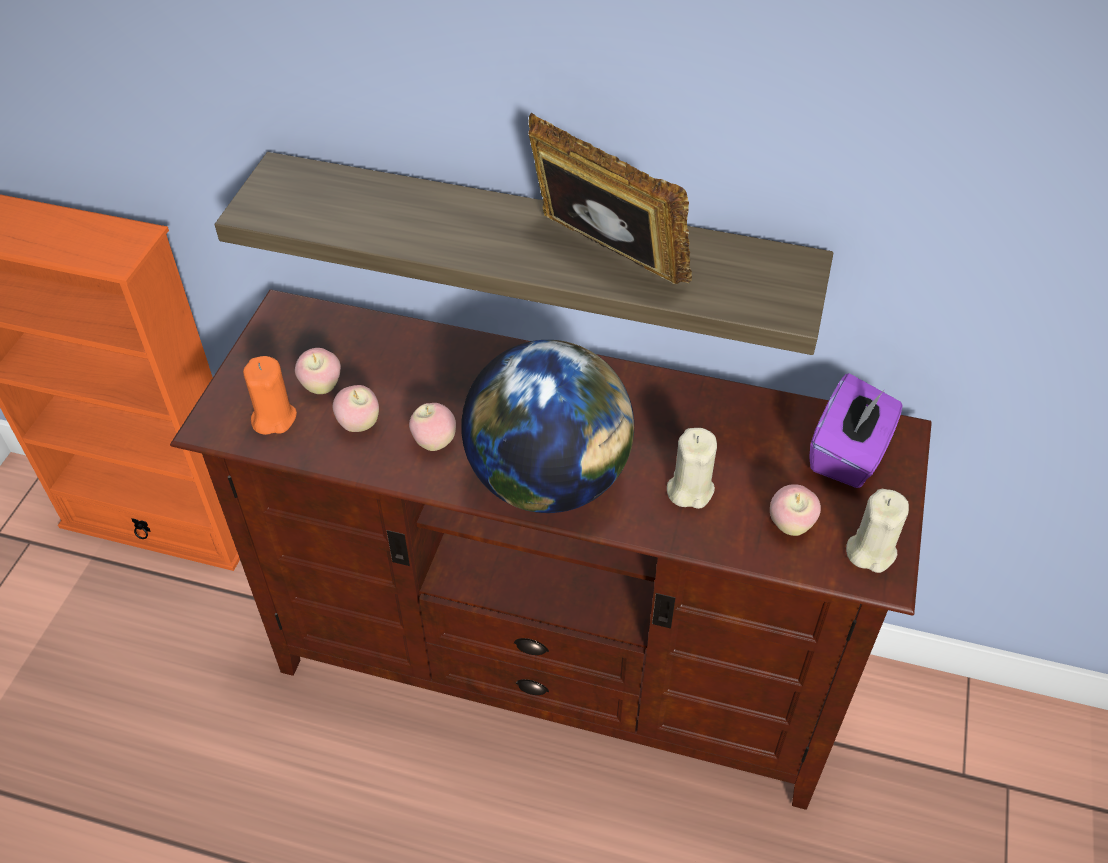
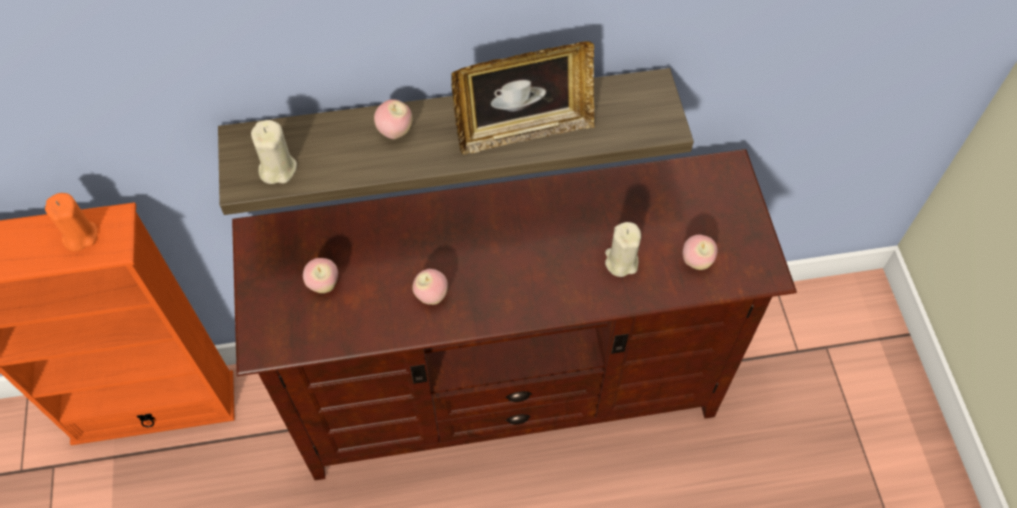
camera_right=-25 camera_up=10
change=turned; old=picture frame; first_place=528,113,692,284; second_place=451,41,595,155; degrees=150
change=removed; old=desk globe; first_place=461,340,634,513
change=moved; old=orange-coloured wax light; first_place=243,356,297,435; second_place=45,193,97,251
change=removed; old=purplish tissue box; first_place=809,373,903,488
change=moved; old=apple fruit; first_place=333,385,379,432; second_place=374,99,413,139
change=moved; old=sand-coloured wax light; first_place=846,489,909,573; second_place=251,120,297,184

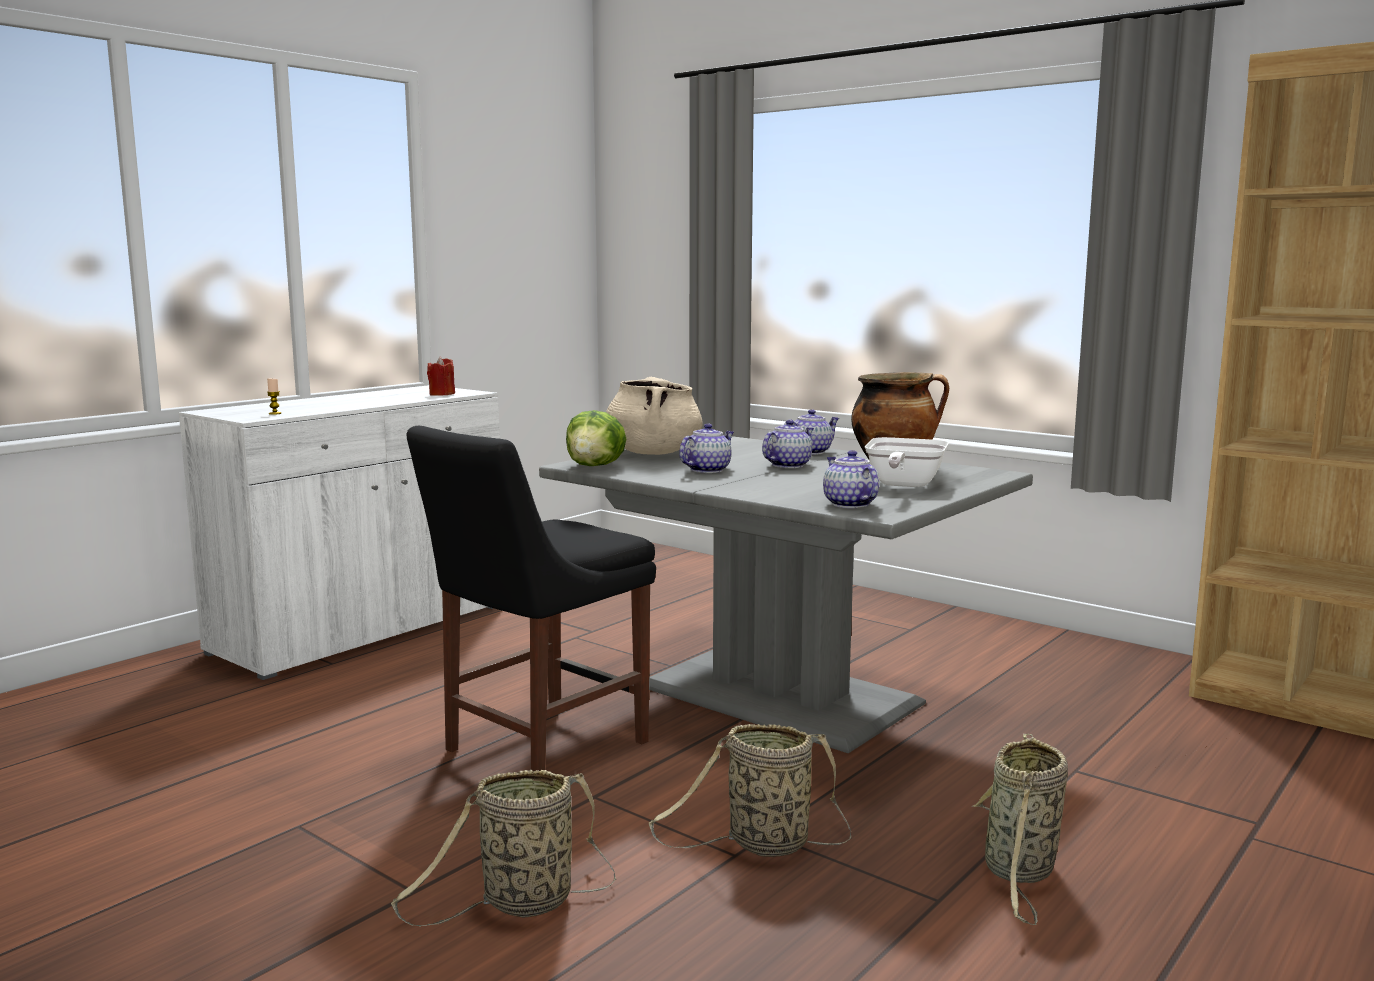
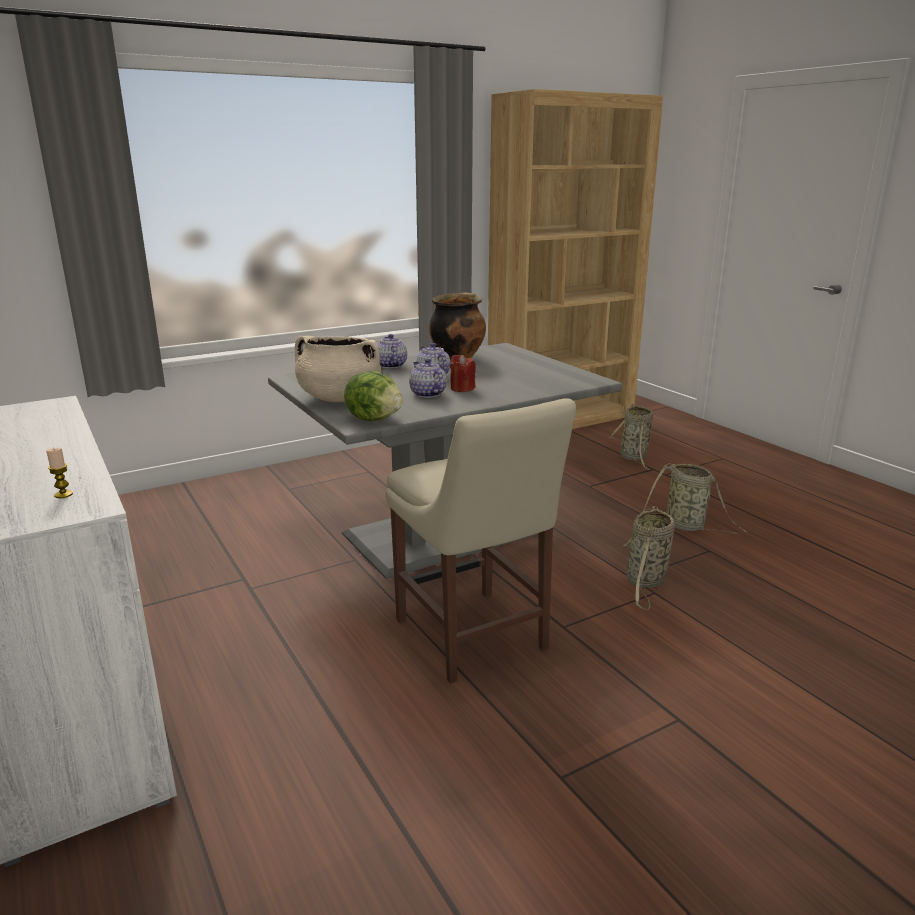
camera_right=-70 camera_up=10
change=moved; old=red-coloured wax light; first_place=427,357,455,396; second_place=450,354,476,392
change=recoloured; old=black-coloured chair; new=sand-coloured chair; first_place=407,426,656,771; second_place=385,398,576,684
change=removed; old=frying pan; first_place=865,437,949,487
change=removed; old=tea pot; first_place=823,450,879,508
change=moved; old=basket; first_place=391,770,616,927; second_place=609,404,653,470

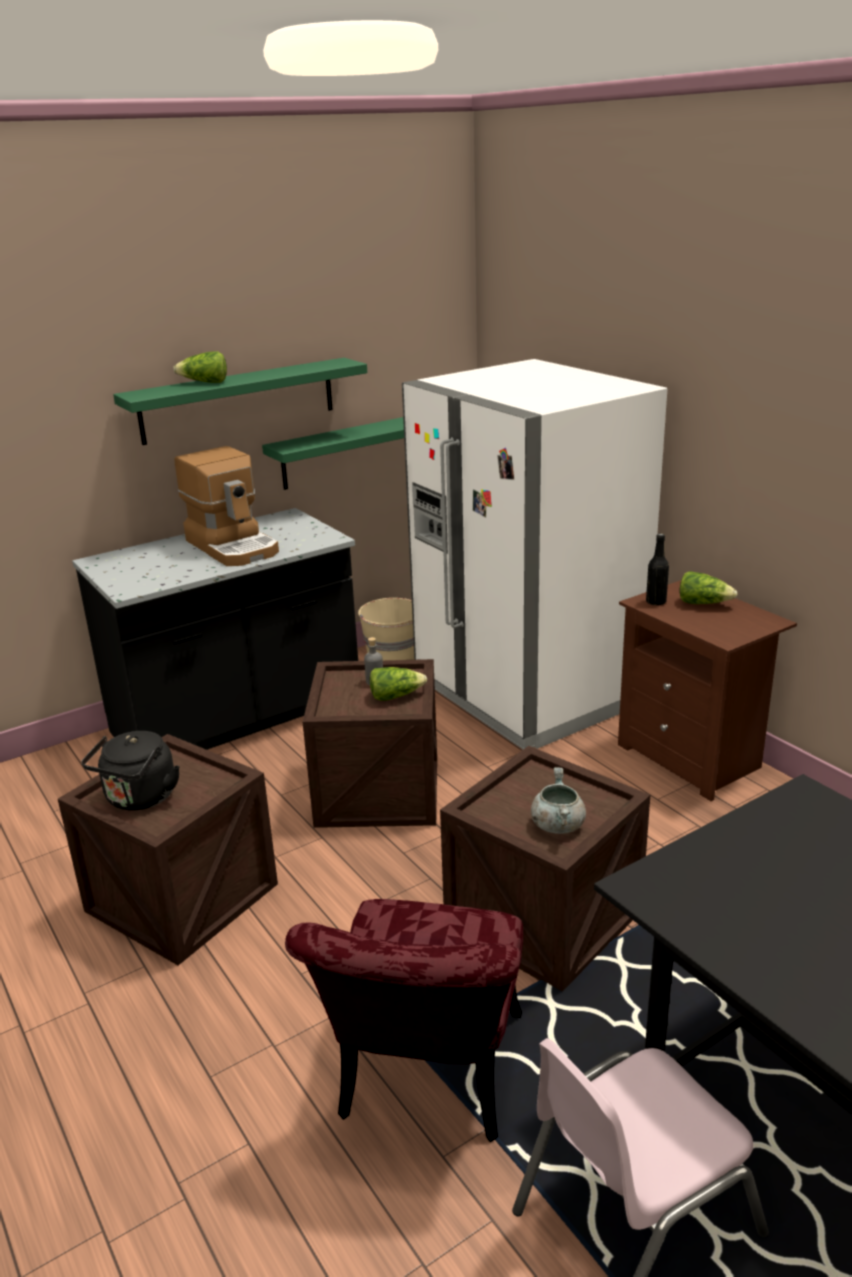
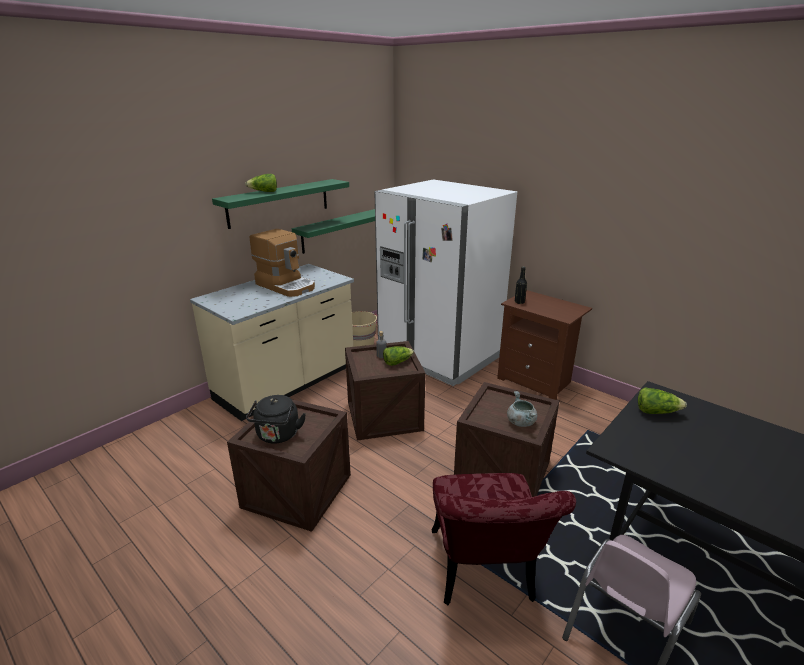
camera_right=-15 camera_up=0
change=recoloured; old=black-coloured kitchen counter; new=sand-coloured kitchen counter; first_place=72,508,358,750; second_place=190,264,354,421
change=moved; old=lettuce head; first_place=680,571,738,604; second_place=638,387,687,414

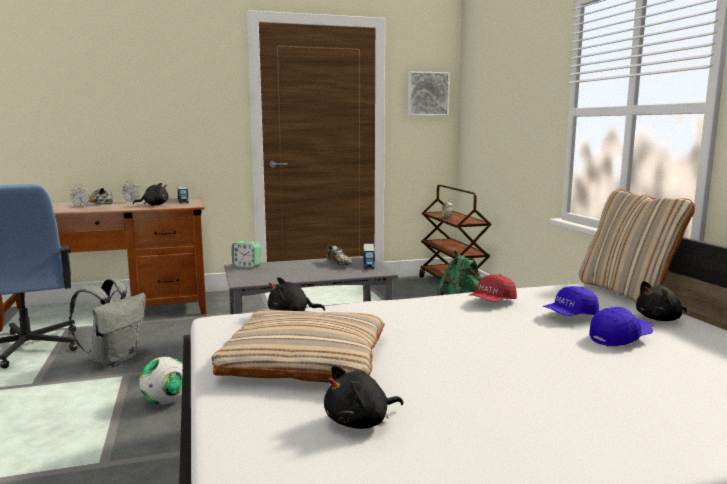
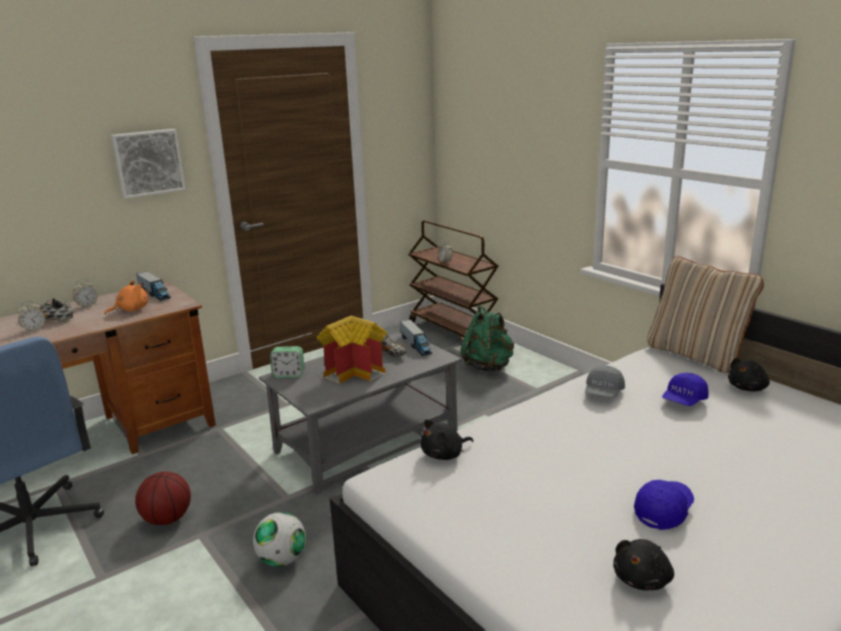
camera_right=-20 camera_up=10
change=moved; old=wall picture; first_place=408,71,450,116; second_place=111,129,186,199
change=recoloured; old=black-coloured soft toy; new=orange-coloured soft toy; first_place=133,183,168,205; second_place=105,280,148,315
change=recoloured; old=red-coloured peaked cap; new=grey peaked cap; first_place=469,274,517,302; second_place=585,366,625,398
change=replaced; old=grey rucksack; new=basketball; first_place=69,278,146,368; second_place=135,472,191,525
change=moved; old=blue peaked cap; first_place=589,307,653,346; second_place=634,480,694,530
change=removed; old=sand-coloured throw pillow; first_place=211,309,385,383
change=added; new=model house; second_place=317,316,387,384

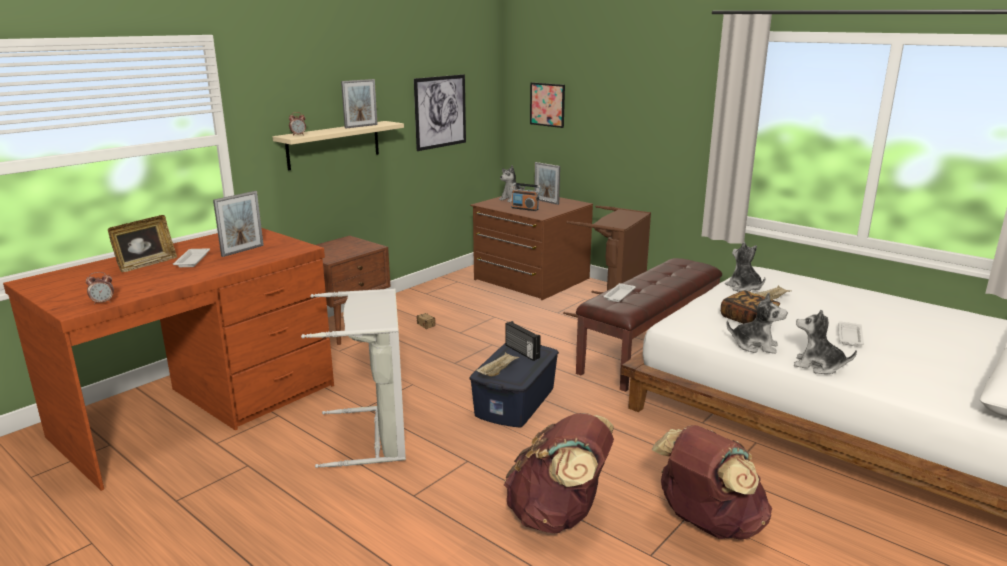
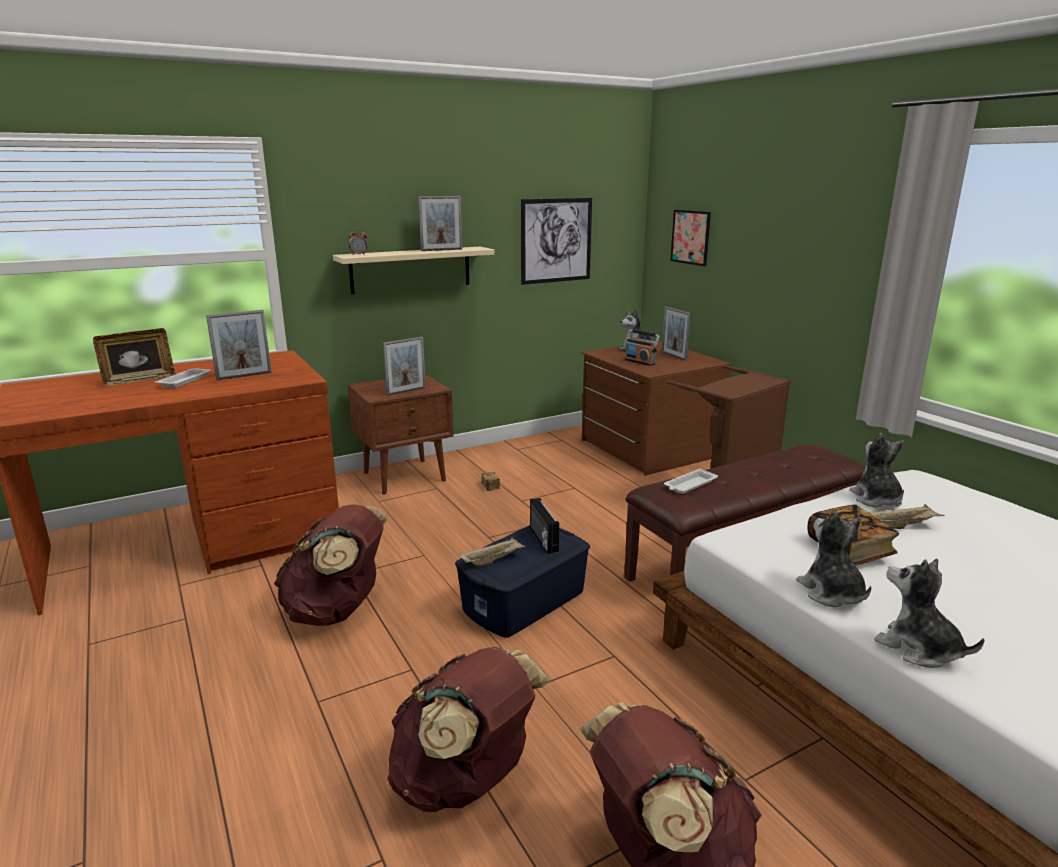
camera_right=20 camera_up=0
change=removed; old=table clock; first_place=86,272,114,305
change=replaced; old=grey laundry basket; new=brown rucksack; first_place=301,289,406,468; second_place=274,504,388,626
change=turned; old=soft toy; first_place=726,292,788,354; second_place=797,511,871,607; degrees=-150
change=removed; old=white-coloured serving tray; first_place=838,321,864,347
change=added; new=picture frame; second_place=383,336,426,396

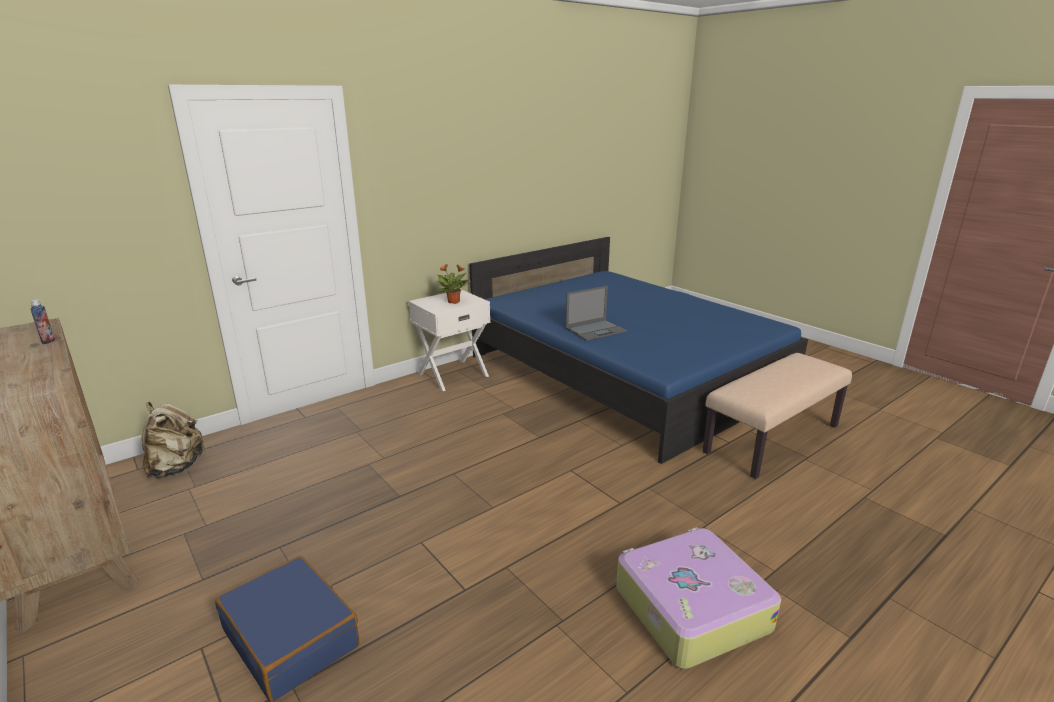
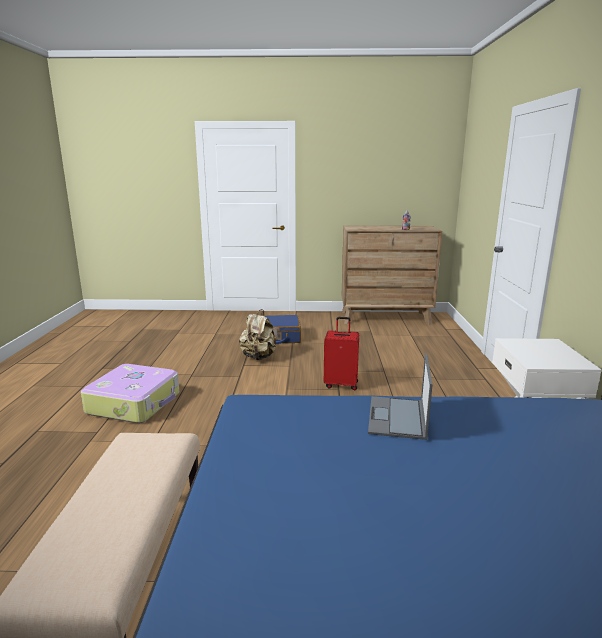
camera_right=130 camera_up=-5
change=removed; old=plant in a pot; first_place=437,264,469,304
change=moved; old=sand-coloured rucksack; first_place=141,402,205,478; second_place=239,309,276,360
change=added; new=red-coloured piece of luggage; second_place=324,317,359,390

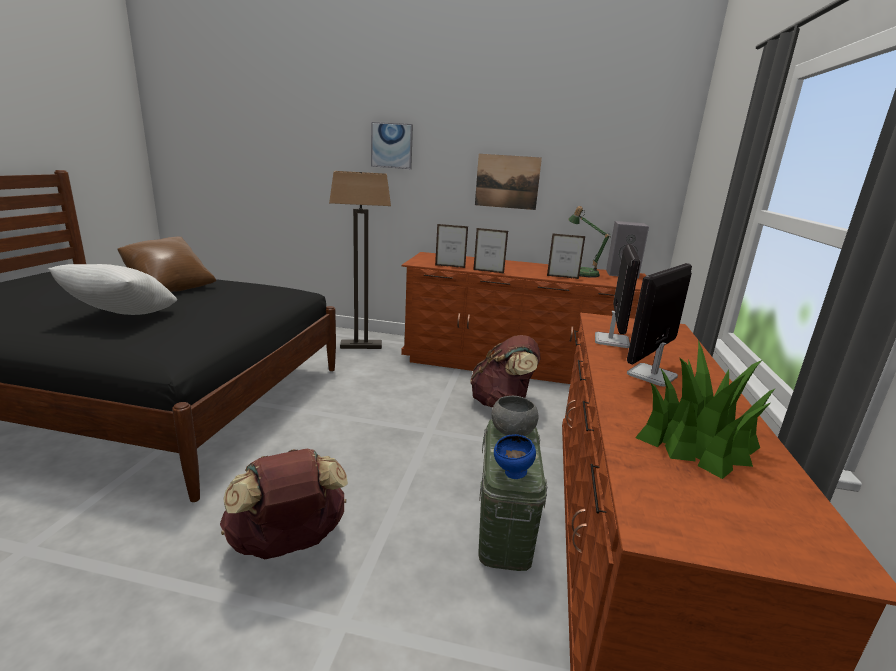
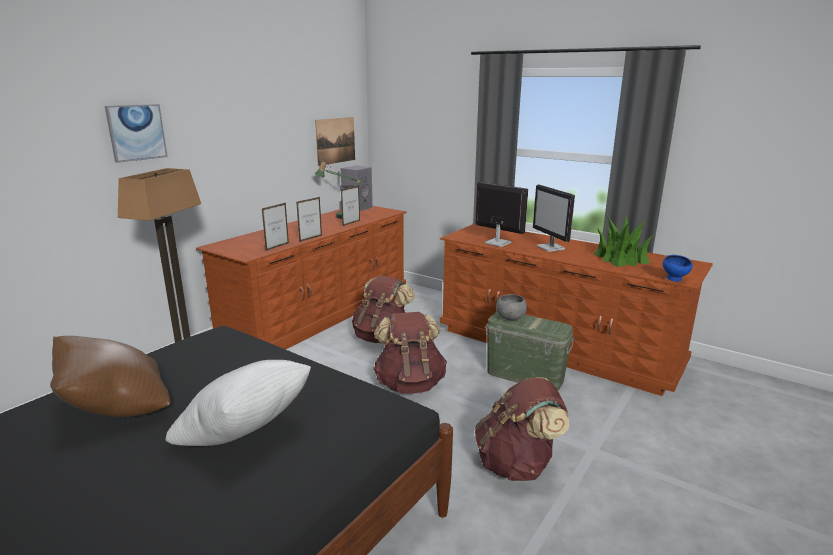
camera_right=-65 camera_up=0
change=moved; old=wall picture; first_place=475,154,542,210; second_place=315,117,355,166
change=moved; old=blue deep dish; first_place=494,434,536,479; second_place=663,255,693,282
change=added; new=brown rucksack; second_place=373,312,447,394

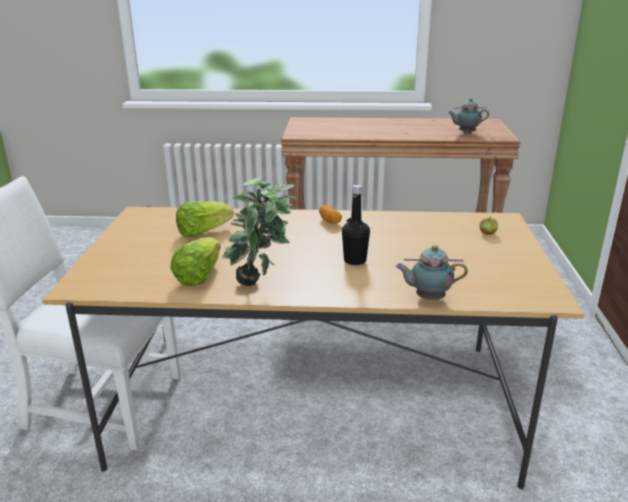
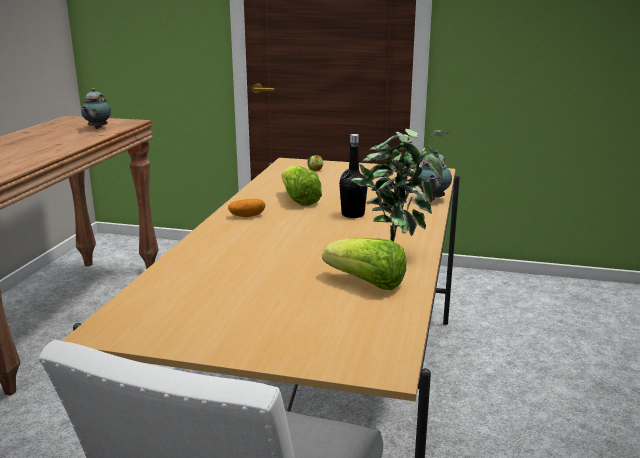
camera_right=-80 camera_up=-5
change=moved; old=lettuce head; first_place=176,201,234,238; second_place=282,165,322,206

